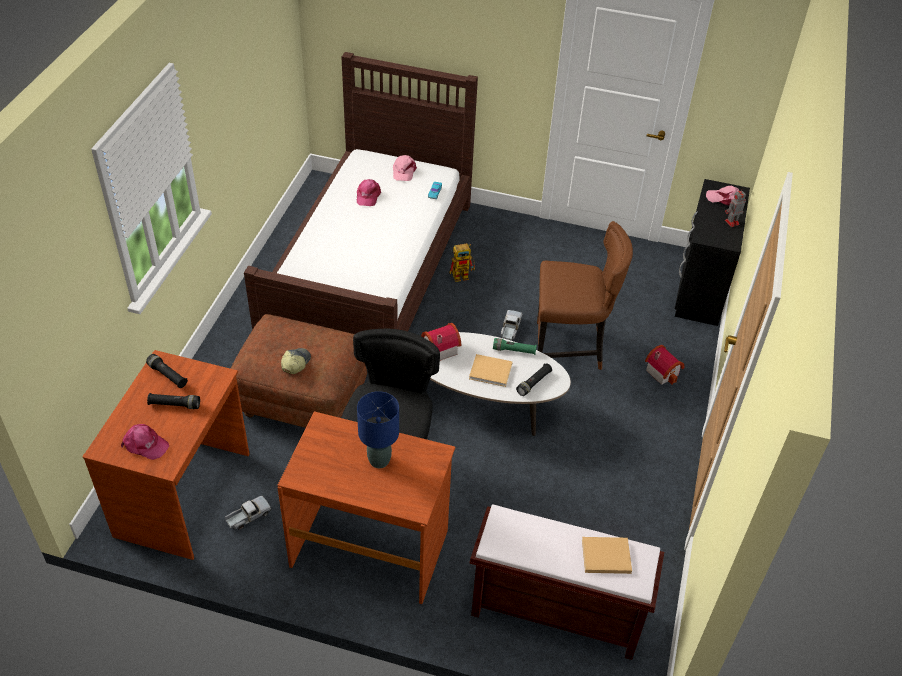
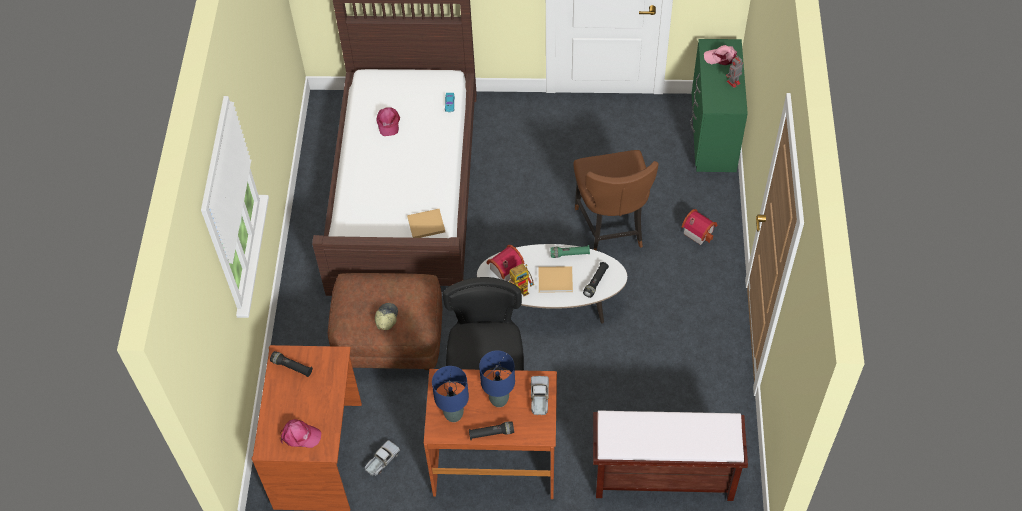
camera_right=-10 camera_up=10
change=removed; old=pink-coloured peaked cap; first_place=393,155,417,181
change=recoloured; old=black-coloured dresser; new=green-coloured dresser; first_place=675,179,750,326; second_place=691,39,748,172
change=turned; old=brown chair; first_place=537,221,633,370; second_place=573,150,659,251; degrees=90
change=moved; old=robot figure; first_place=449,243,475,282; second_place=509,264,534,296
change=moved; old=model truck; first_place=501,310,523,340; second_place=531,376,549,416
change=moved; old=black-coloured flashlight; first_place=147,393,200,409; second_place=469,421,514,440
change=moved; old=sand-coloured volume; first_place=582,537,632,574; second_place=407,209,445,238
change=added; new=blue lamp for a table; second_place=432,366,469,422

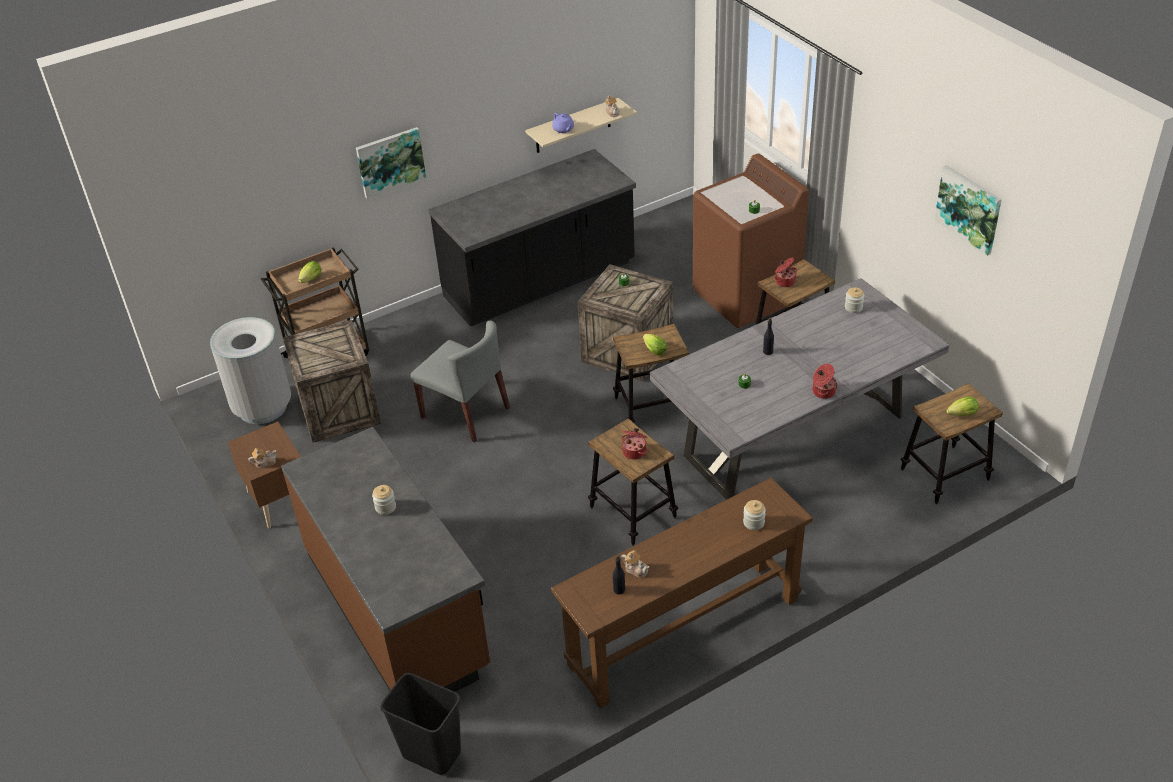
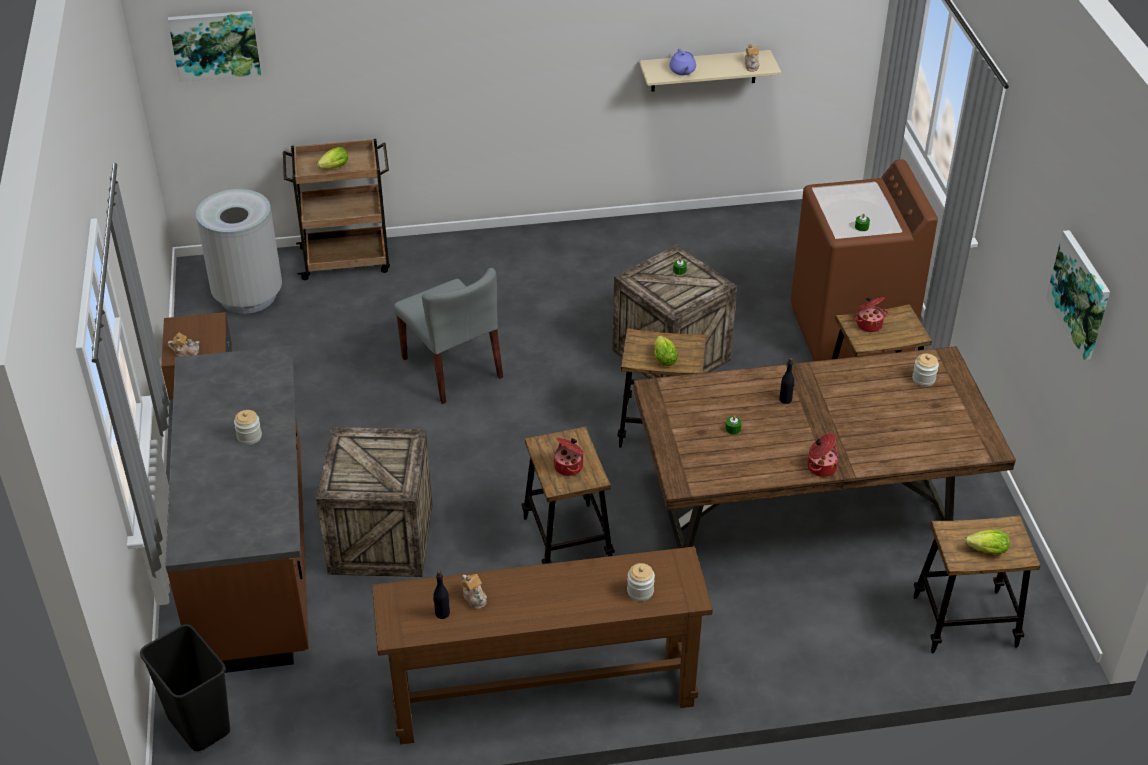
camera_right=20 camera_up=0
change=moved; old=wall picture; first_place=356,127,426,199; second_place=168,11,261,82
change=removed; old=black-coloured kitchen counter; first_place=428,149,636,327
change=recoloured; old=grey dinner table; new=brown dinner table; first_place=650,278,949,500; second_place=633,346,1016,548
change=moved; old=shipping crate; first_place=283,320,381,443; second_place=316,427,433,577

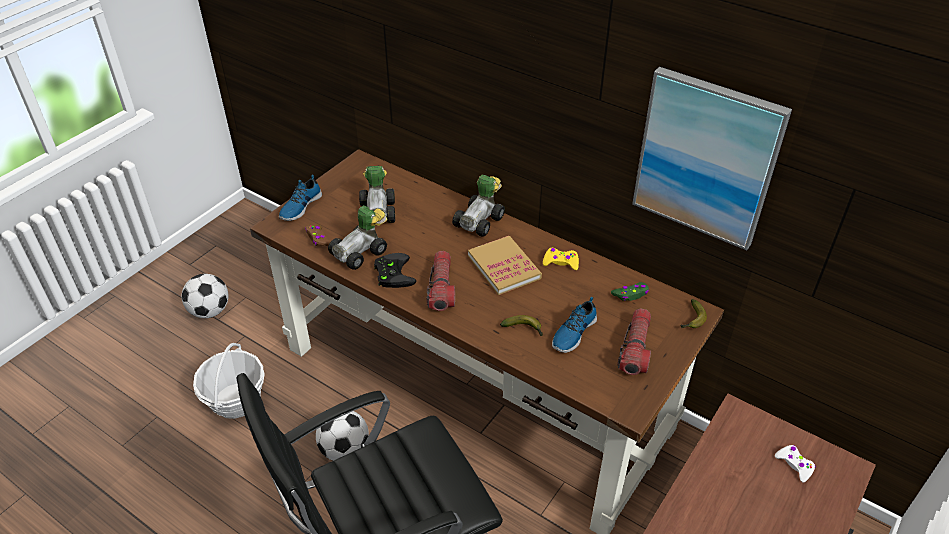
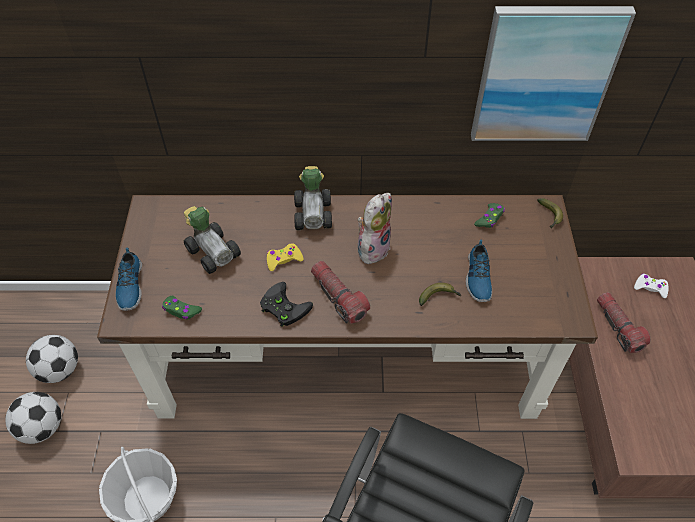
camera_right=-35 camera_up=10
change=removed; old=model car; first_place=328,205,387,270
change=recoloured; old=brown game controller; new=green-coloured game controller; first_place=305,224,331,246; second_place=162,296,202,320
change=replaced; old=volume; new=soft toy; first_place=468,236,542,295; second_place=357,193,392,264
change=moved; old=yellow game controller; first_place=543,248,579,270; second_place=267,243,303,271
change=moved; old=flashlight; first_place=617,308,651,375; second_place=597,292,650,353
change=moved; old=football; first_place=316,411,369,461; second_place=26,335,78,383

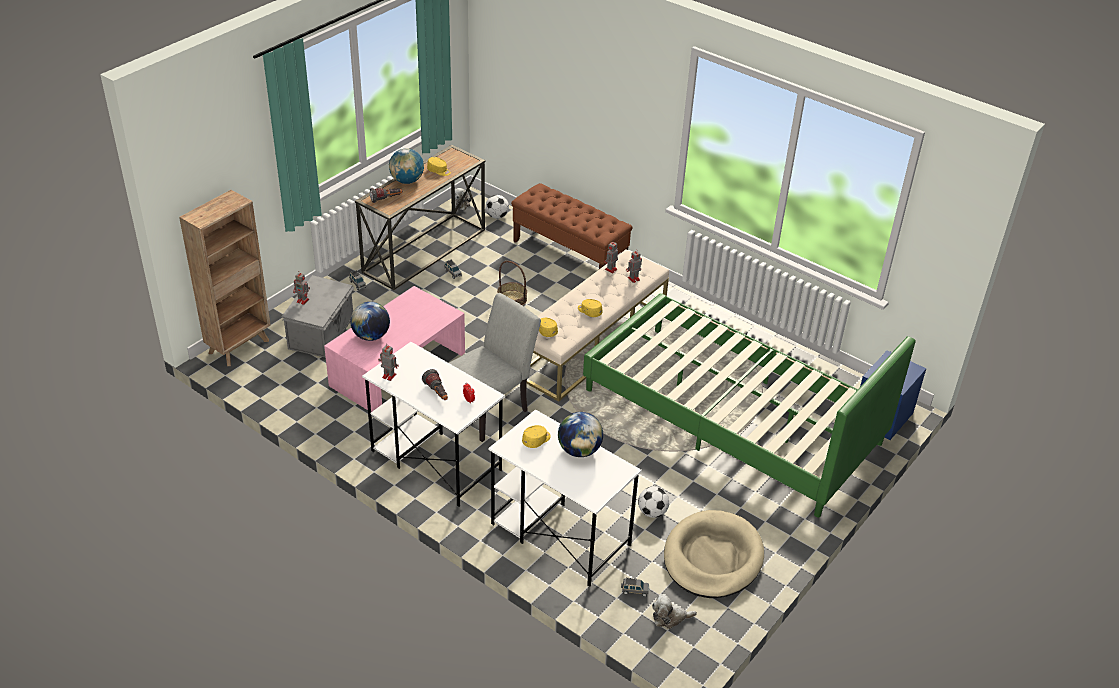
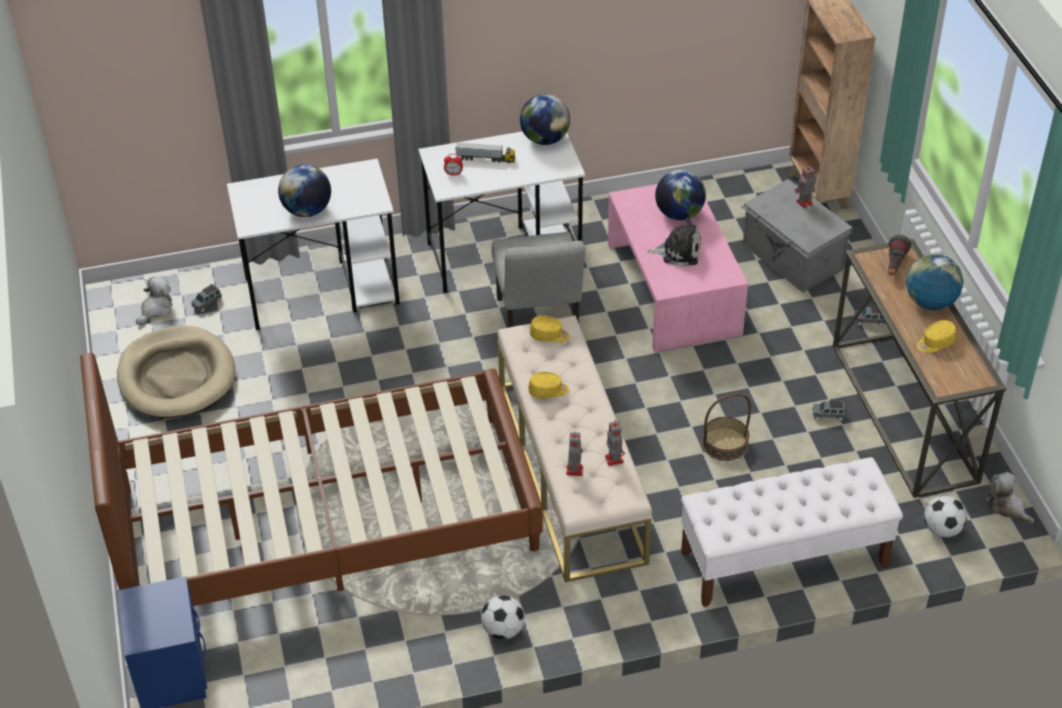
camera_right=130 camera_up=5
change=recoloured; old=brown bench; new=white-coloured bench; first_place=511,183,633,269; second_place=681,457,903,607
change=recoloured; old=green-coloured bed; new=brown bed; first_place=583,293,915,518; second_place=80,353,543,606
change=replaced; old=robot figure; new=desk globe; first_place=378,345,398,381; second_place=520,94,570,145
change=replaced; old=flashlight; new=model truck; first_place=422,369,448,400; second_place=455,142,515,163
change=removed; old=yellow peaked cap; first_place=522,425,551,448
change=moved; old=football; first_place=638,486,669,518; second_place=481,595,525,640
change=added; new=soft toy; second_place=648,217,701,266

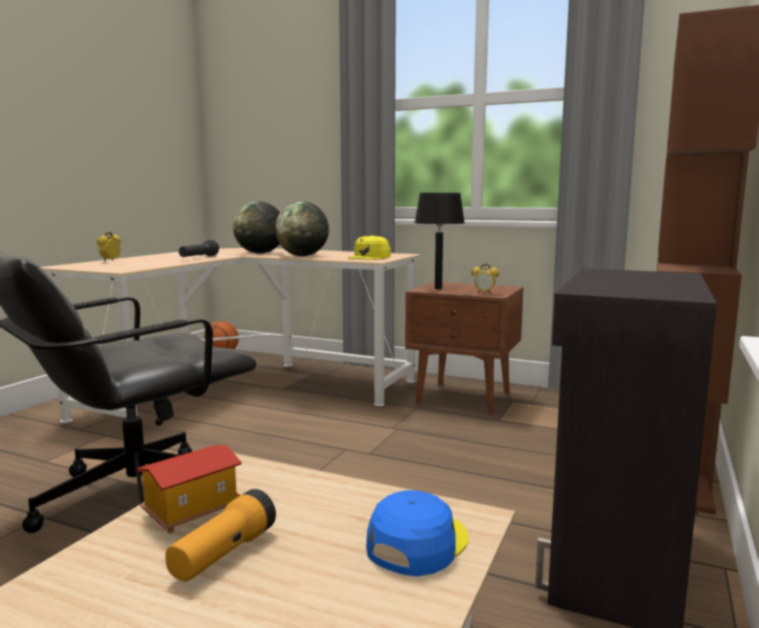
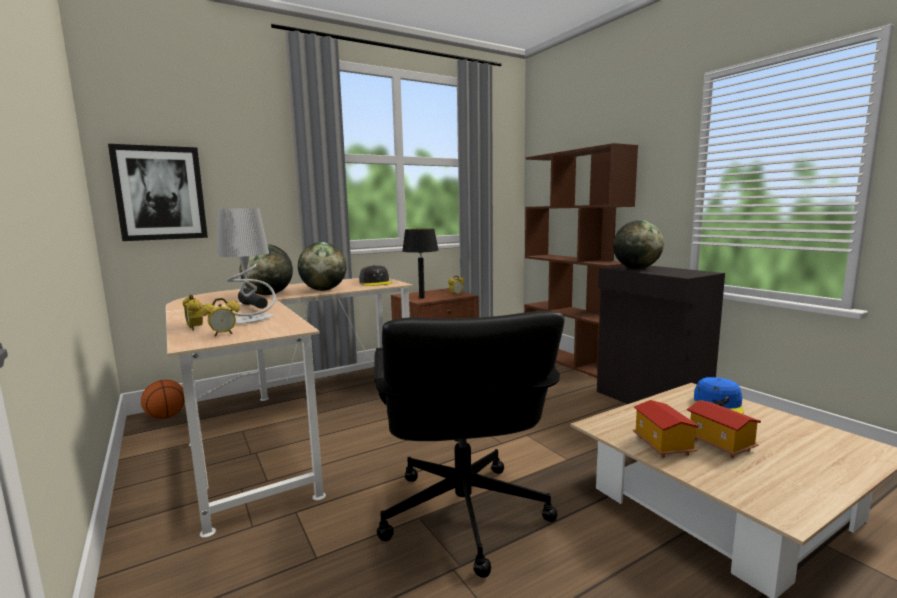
camera_right=-55 camera_up=0
change=recoloured; old=yellow peaked cap; new=grey peaked cap; first_place=348,235,391,260; second_place=359,265,392,286
change=replaced; old=flashlight; new=model house; first_place=165,489,276,581; second_place=687,400,761,458
change=turned; old=blue peaked cap; first_place=366,490,469,576; second_place=694,377,744,414; degrees=-135
change=added; new=wall picture; second_place=108,144,208,241
change=added; new=grey lamp for a table; second_place=217,208,276,324
change=added; new=desk globe; second_place=613,220,664,269
change=added; new=table clock; second_place=201,298,240,336

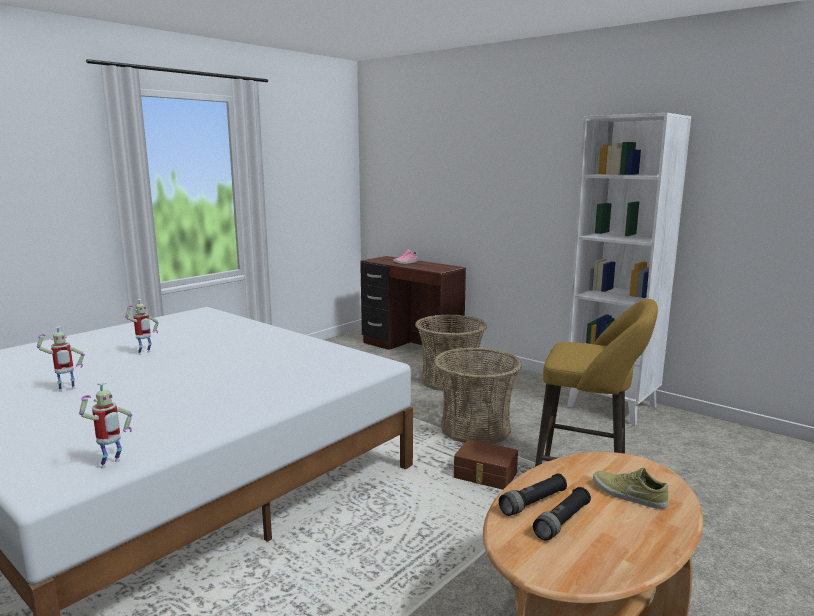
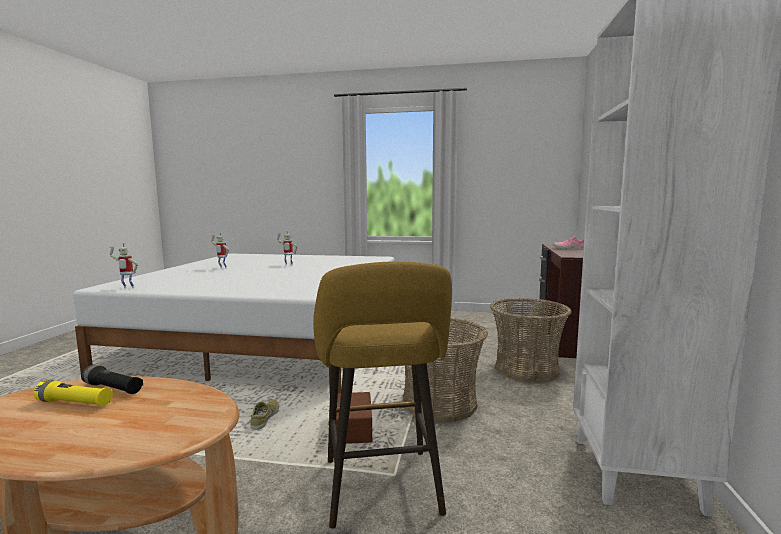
camera_right=60 camera_up=-5
change=moved; old=sand-coloured item of footwear; first_place=593,468,669,509; second_place=250,400,279,430
change=recoloured; old=black-coloured flashlight; new=yellow flashlight; first_place=533,487,591,541; second_place=33,380,113,406

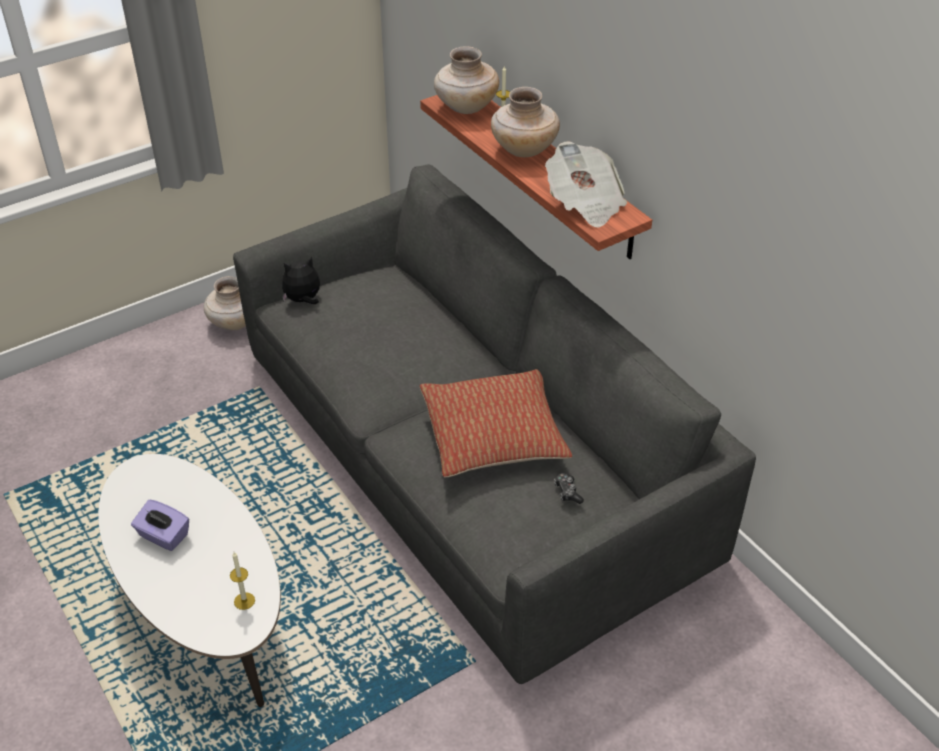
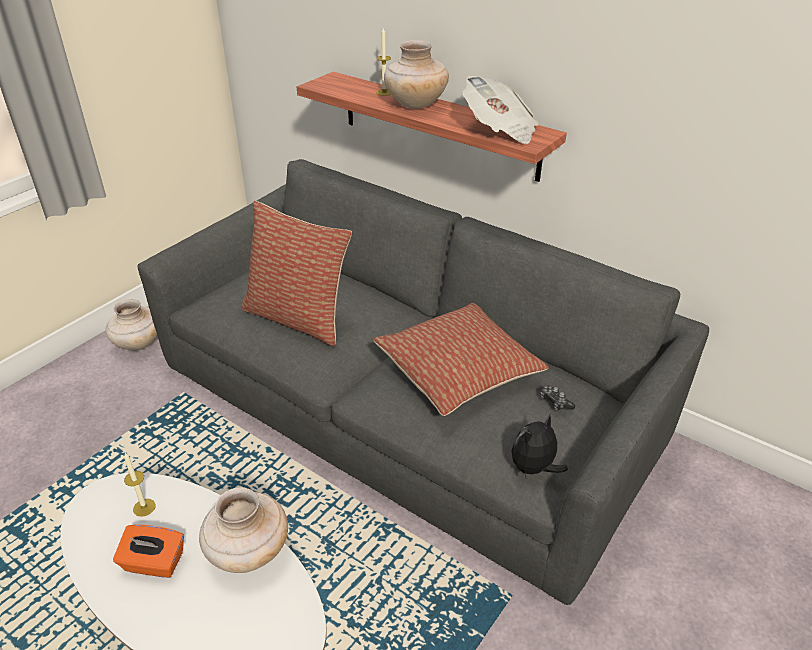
camera_right=-20 camera_up=-5
change=moved; old=sand-coloured flower vase; first_place=434,46,499,114; second_place=199,487,288,573
change=moved; old=soft toy; first_place=282,257,320,304; second_place=511,414,568,477
change=recoloured; old=purplish tissue box; new=orange-coloured tissue box; first_place=131,500,189,551; second_place=113,524,184,578
change=moved; old=wax light; first_place=230,552,255,610; second_place=124,453,156,517
change=added; new=throw pillow; second_place=241,201,352,346

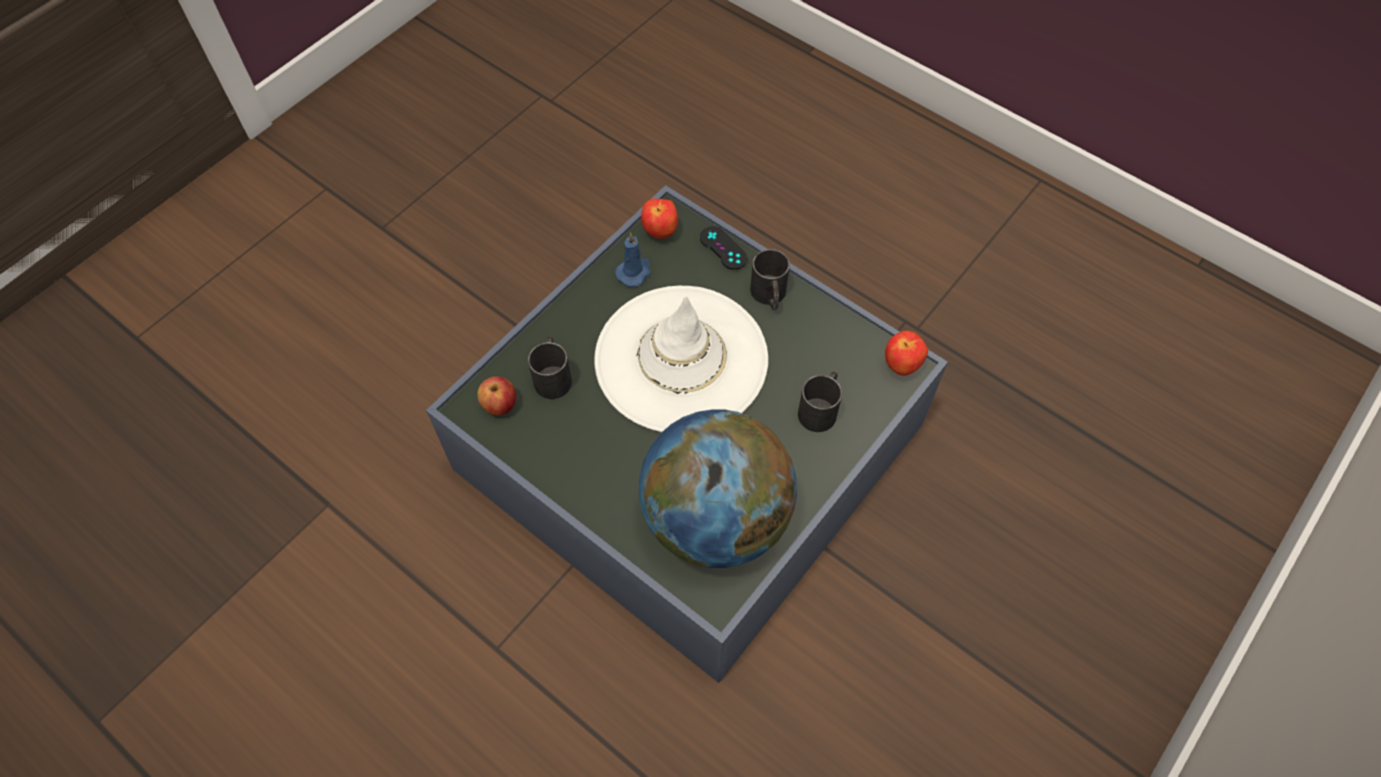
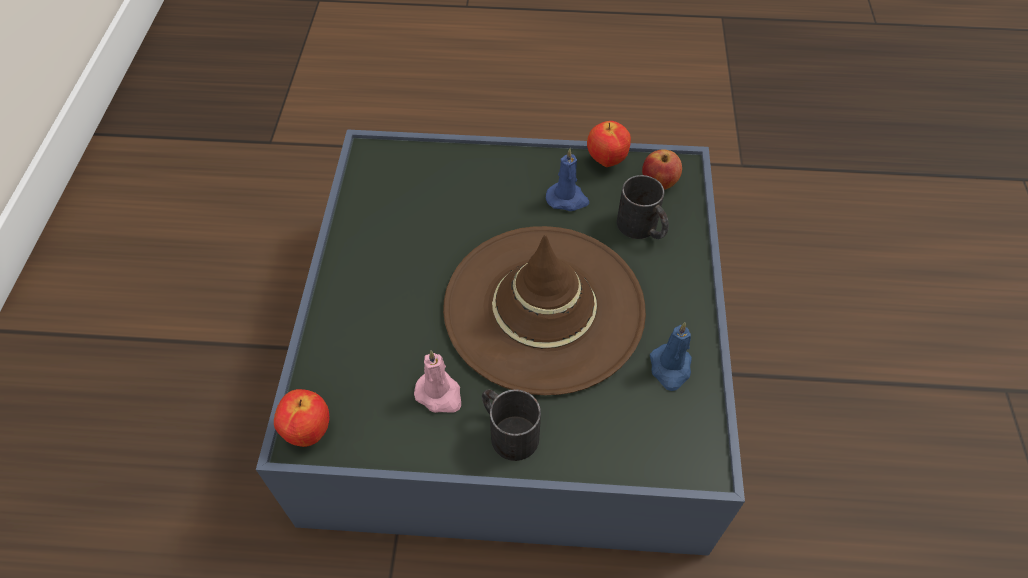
camera_right=145 camera_up=-5
change=moved; old=apple fruit; first_place=641,199,678,239; second_place=587,121,631,167
change=removed; old=black-coloured game controller; first_place=700,226,747,270
change=recoloured; old=white-coloured wearable hat; new=brown wearable hat; first_place=594,286,768,432; second_place=443,226,646,395
change=removed; old=black-coloured coffee mug; first_place=798,371,842,432
change=removed; old=desk globe; first_place=639,409,797,568
change=added; new=blue wax light; second_place=546,148,589,211
change=added; new=pink-coloured wax light; second_place=414,350,461,413

